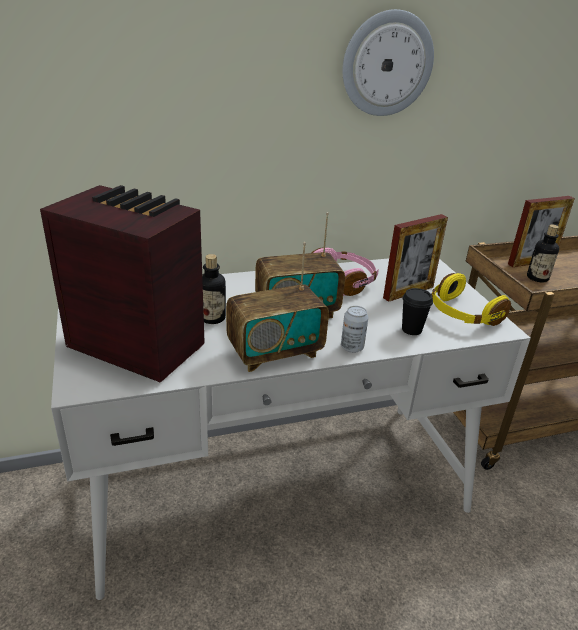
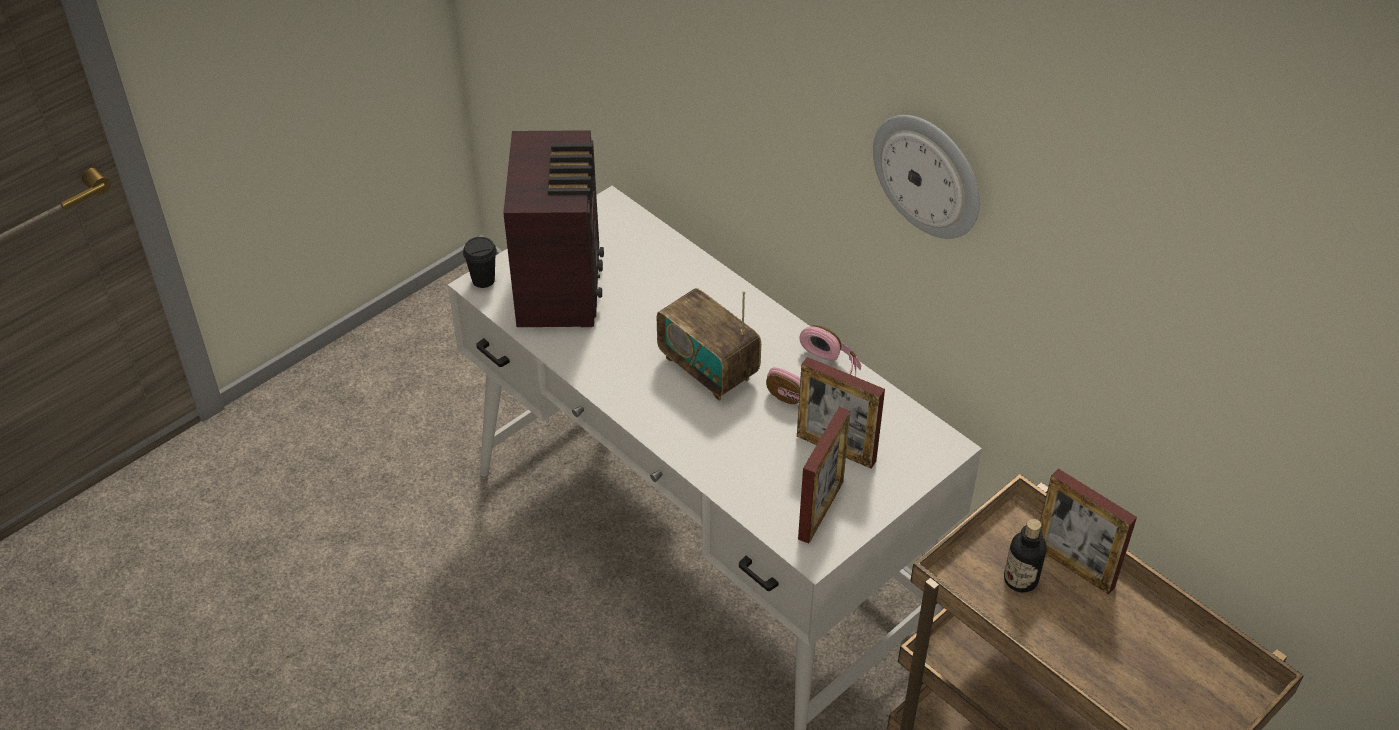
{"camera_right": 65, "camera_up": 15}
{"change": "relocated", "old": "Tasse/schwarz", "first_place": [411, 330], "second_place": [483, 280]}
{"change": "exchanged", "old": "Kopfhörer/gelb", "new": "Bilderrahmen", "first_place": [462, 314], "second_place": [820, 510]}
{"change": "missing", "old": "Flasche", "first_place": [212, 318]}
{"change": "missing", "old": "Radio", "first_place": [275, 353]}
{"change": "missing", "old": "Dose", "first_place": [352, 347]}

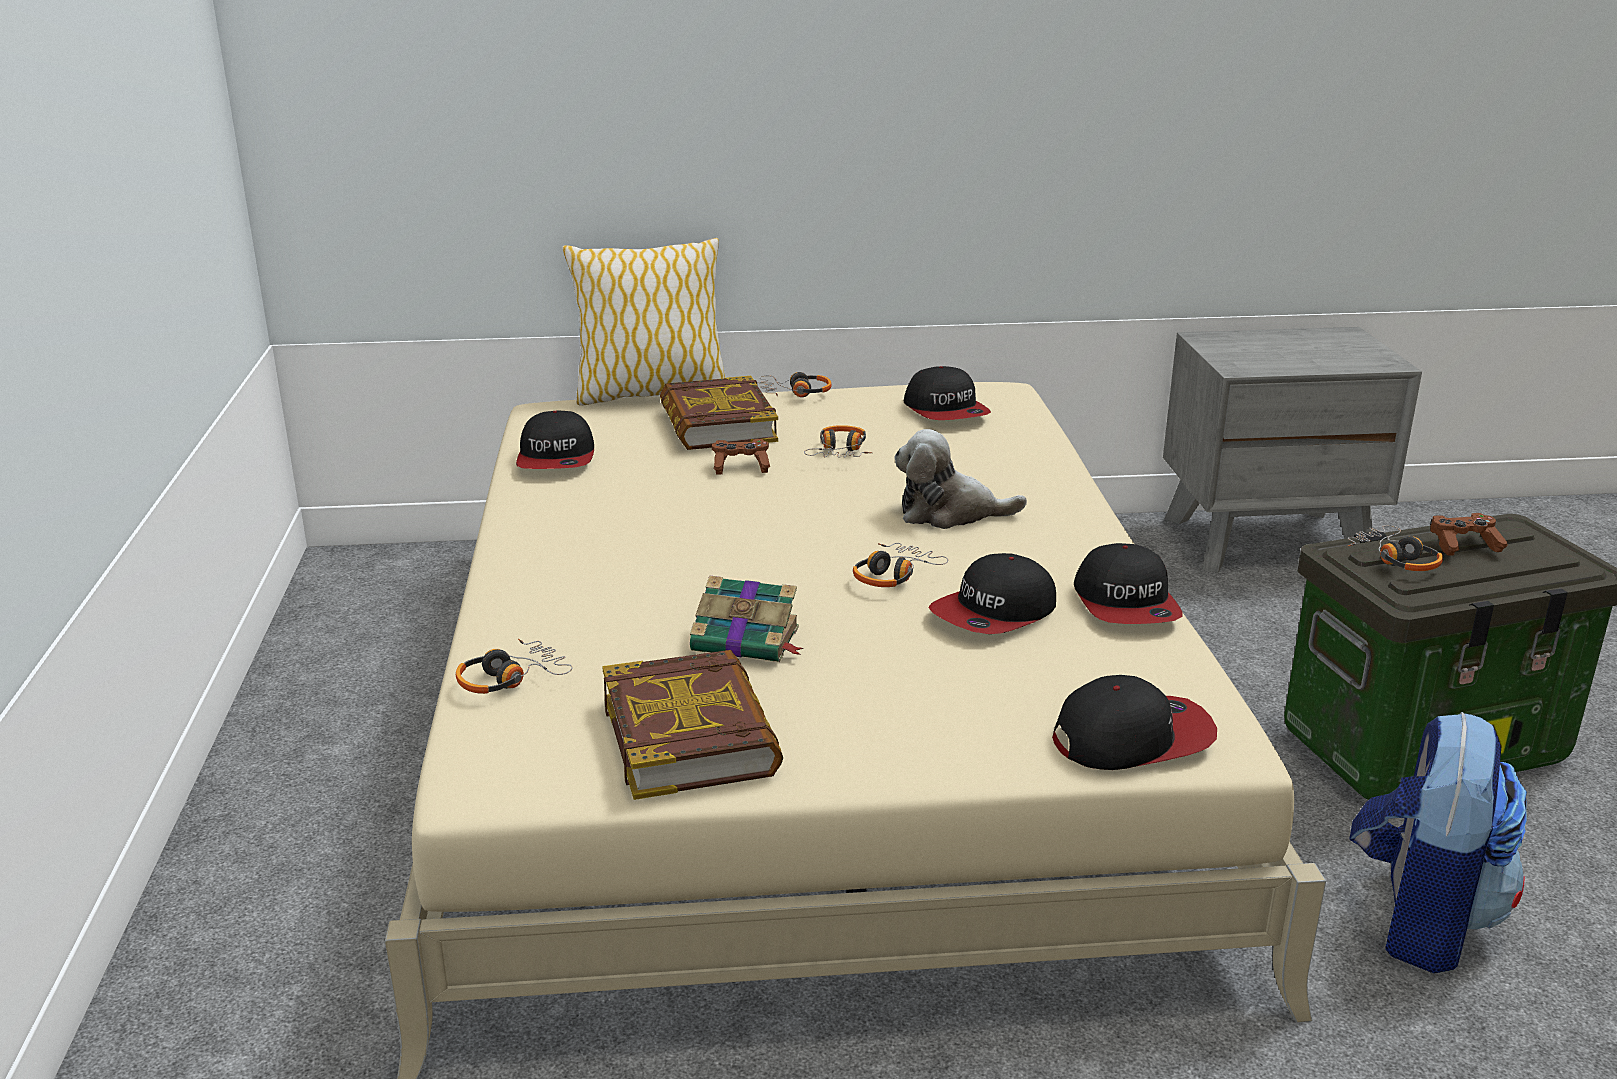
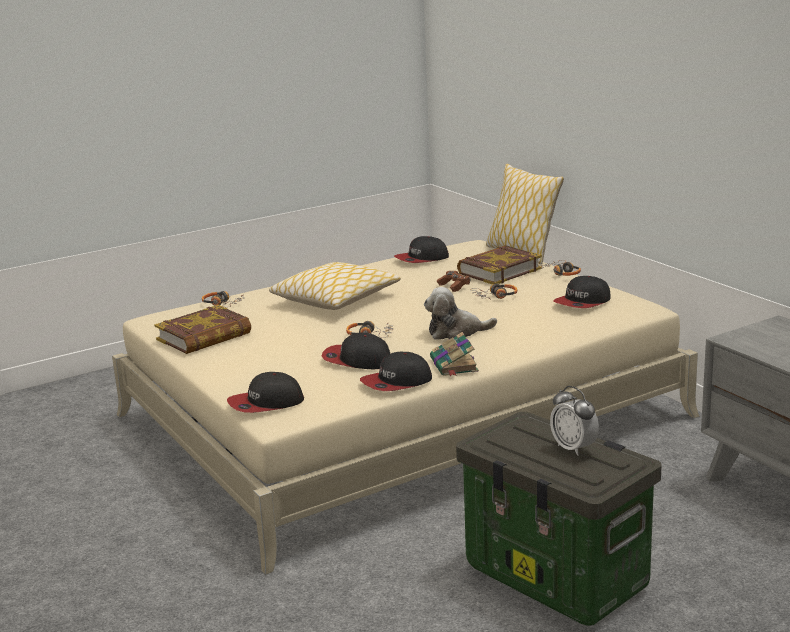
{"camera_right": 65, "camera_up": -5}
{"change": "spun", "old": "Kappe", "first_place": [1133, 738], "second_place": [265, 403], "degrees": 105}
{"change": "appeared", "new": "Kissen", "second_place": [335, 299]}
{"change": "spun", "old": "Plüschtier", "first_place": [949, 513], "second_place": [456, 332], "degrees": -75}
{"change": "relocated", "old": "Buch", "first_place": [747, 640], "second_place": [454, 365]}
{"change": "exchanged", "old": "Gamepad/braun", "new": "Wecker", "first_place": [1464, 545], "second_place": [573, 448]}
{"change": "missing", "old": "Kopfhörer", "first_place": [1394, 559]}
{"change": "missing", "old": "Rucksack", "first_place": [1420, 919]}

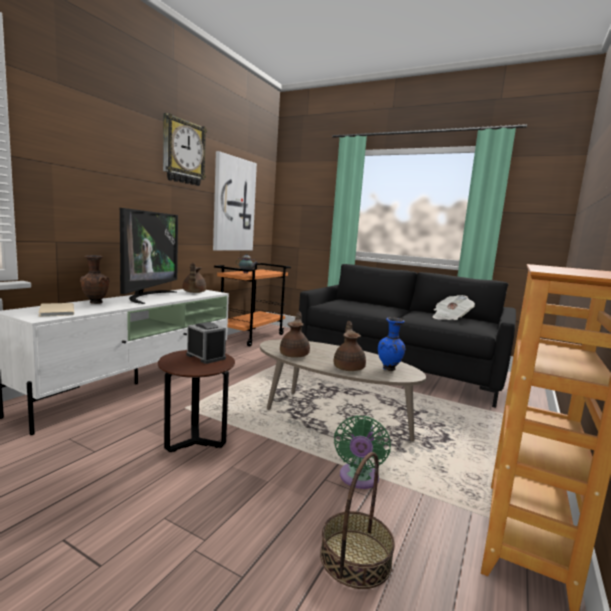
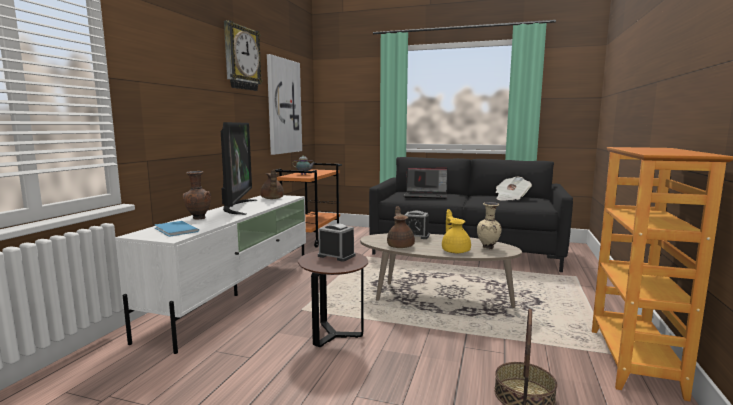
{"camera_right": -10, "camera_up": 0}
{"change": "colour", "old": "Buch/beige", "new": "Buch/blau", "first_place": [55, 311], "second_place": [175, 230]}
{"change": "appeared", "new": "Laptop", "second_place": [426, 195]}
{"change": "appeared", "new": "Wecker", "second_place": [415, 236]}
{"change": "colour", "old": "Teekanne/braun", "new": "Teekanne/gelb", "first_place": [349, 368], "second_place": [455, 251]}
{"change": "colour", "old": "Vase/blau", "new": "Vase/beige", "first_place": [389, 369], "second_place": [488, 248]}
{"change": "missing", "old": "Ventilator/grün", "first_place": [358, 479]}

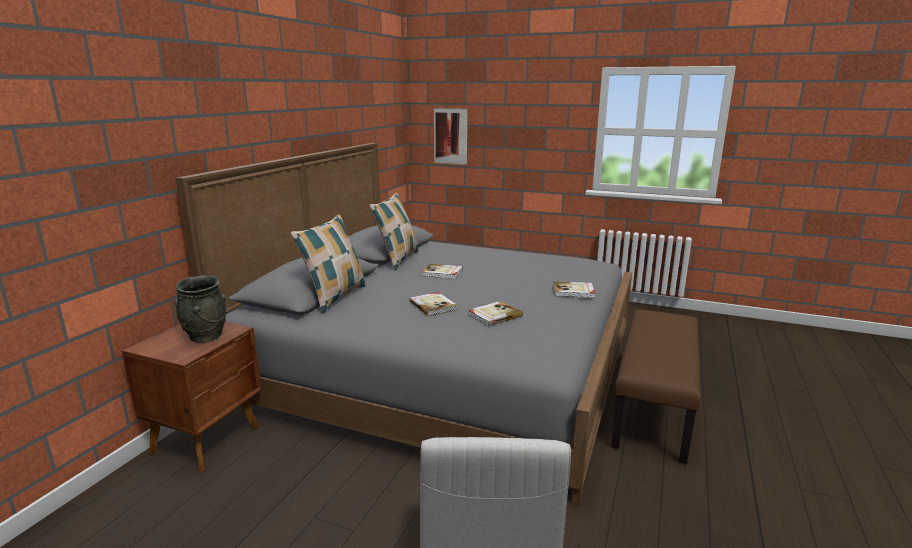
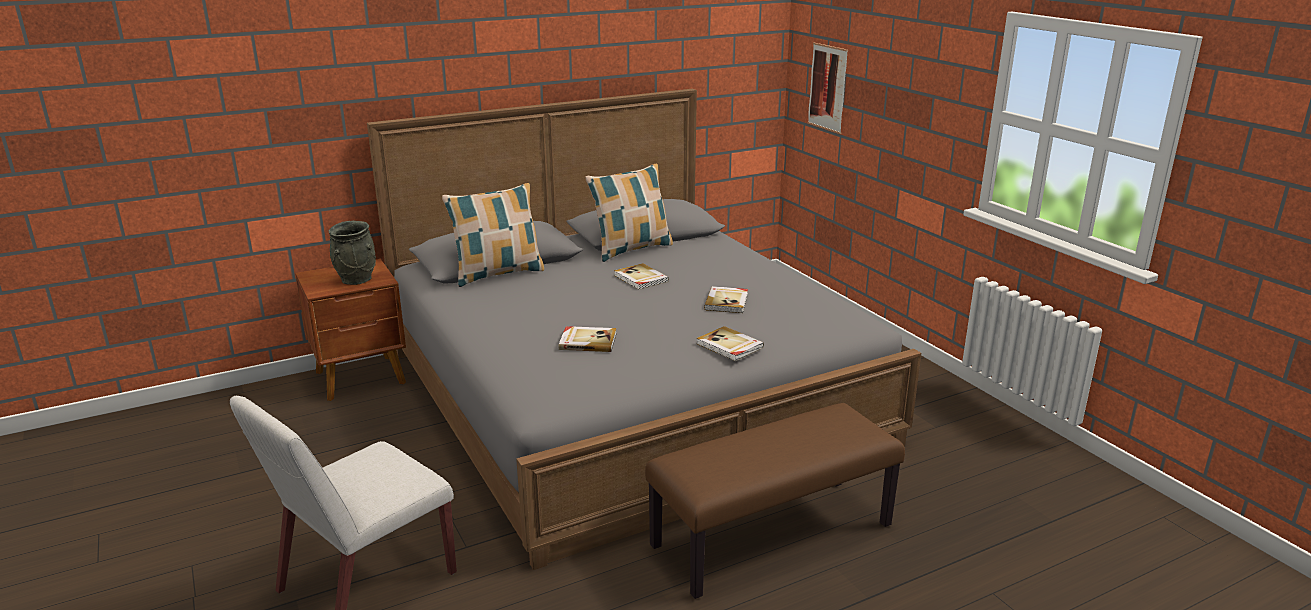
{"camera_right": 40, "camera_up": 5}
{"change": "relocated", "old": "Buch", "first_place": [433, 305], "second_place": [727, 302]}

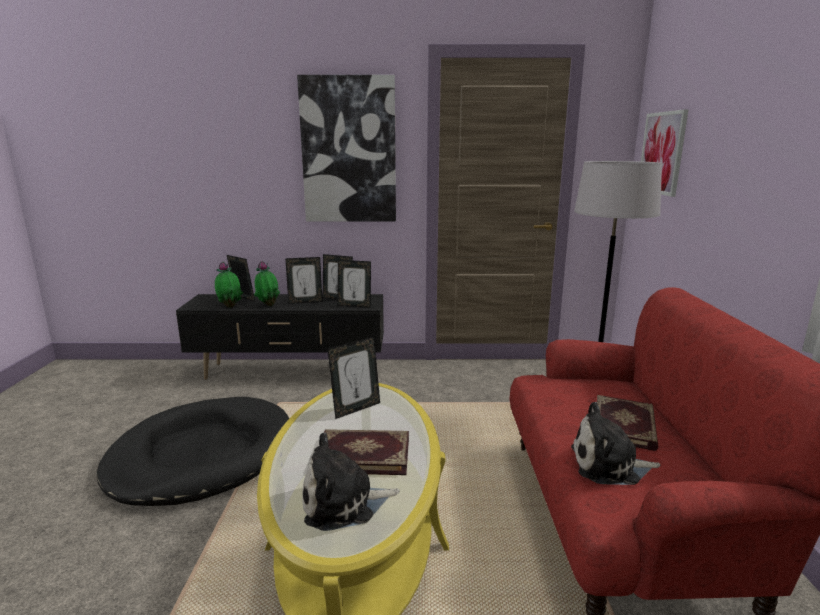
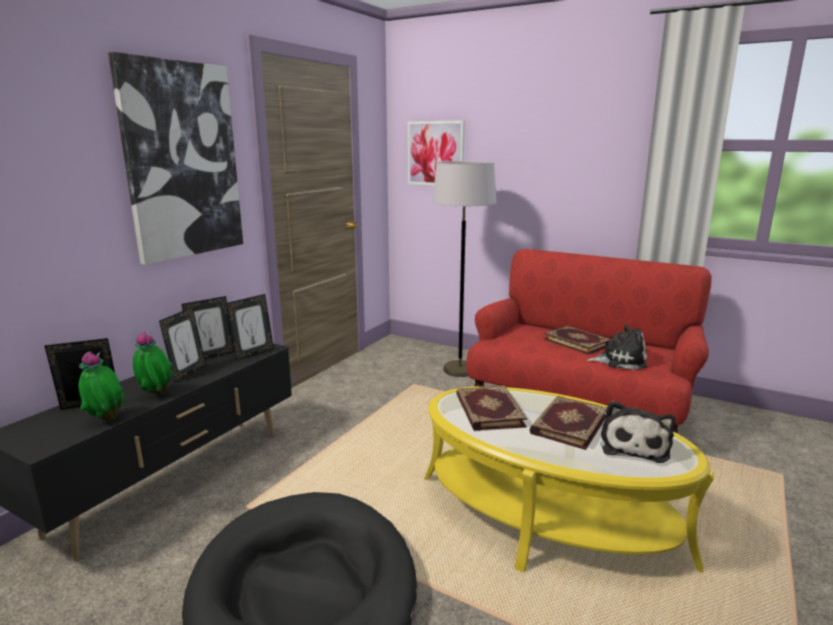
{"camera_right": -60, "camera_up": 0}
{"change": "exchanged", "old": "Bilderrahmen", "new": "Buch", "first_place": [356, 409], "second_place": [488, 411]}
{"change": "spun", "old": "Plüschtier", "first_place": [609, 465], "second_place": [620, 360], "degrees": -120}

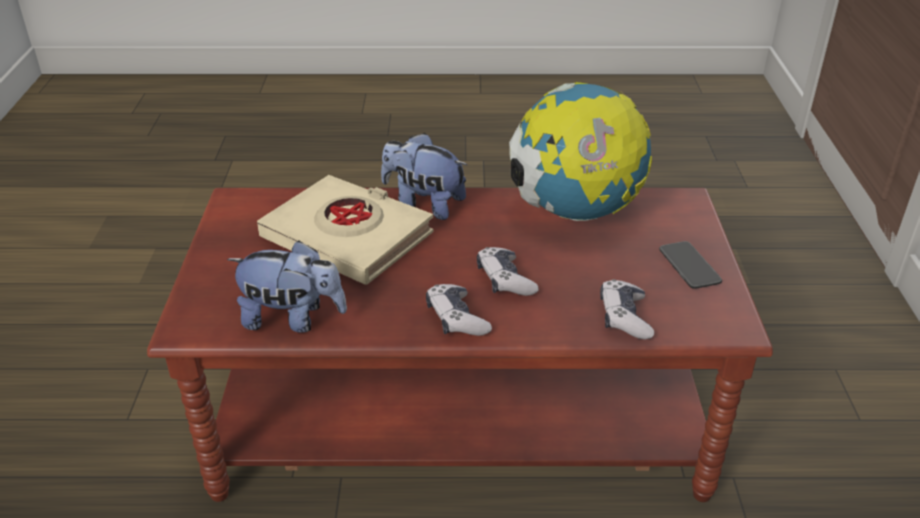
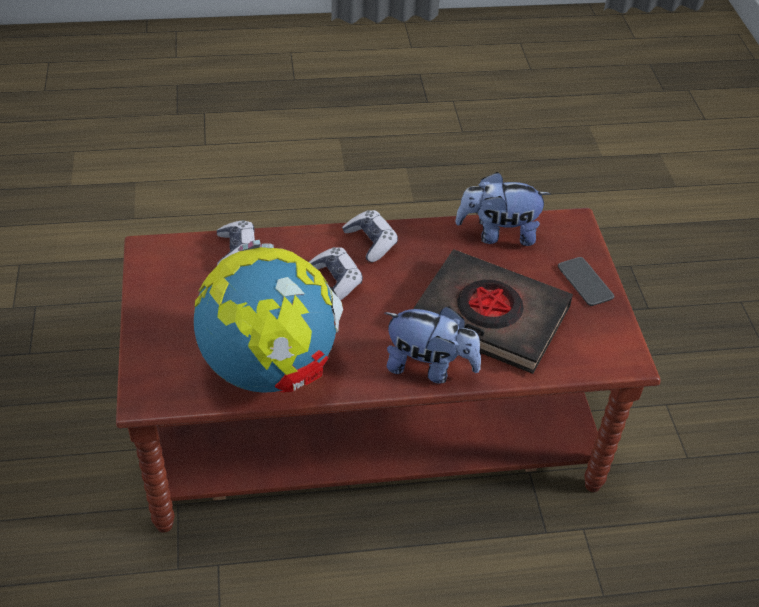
{"camera_right": 170, "camera_up": 10}
{"change": "colour", "old": "Buch/beige", "new": "Buch/schwarz", "first_place": [348, 237], "second_place": [489, 318]}
{"change": "relocated", "old": "Handy", "first_place": [689, 266], "second_place": [585, 282]}

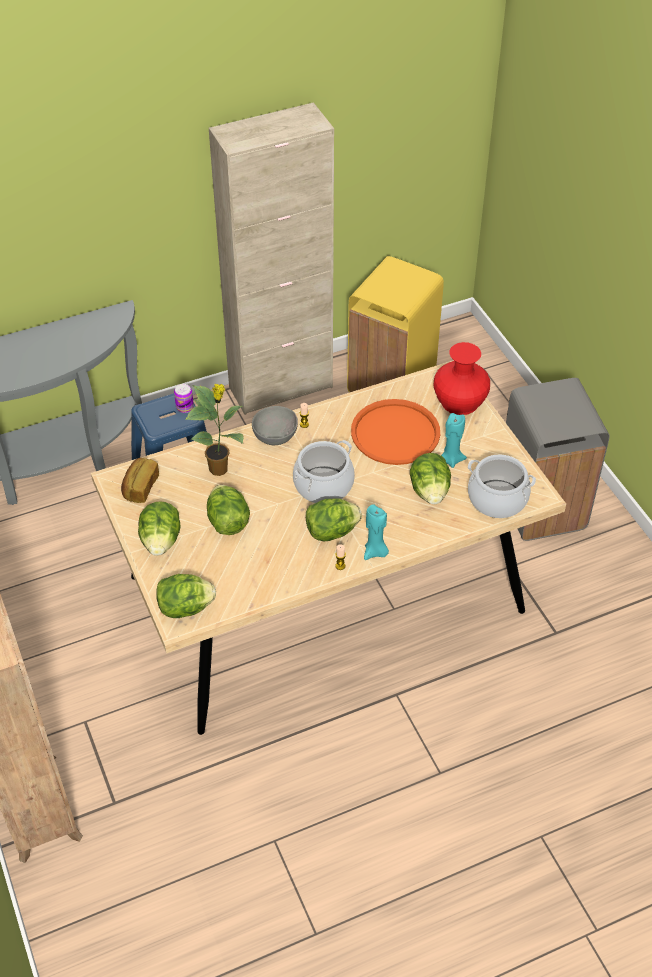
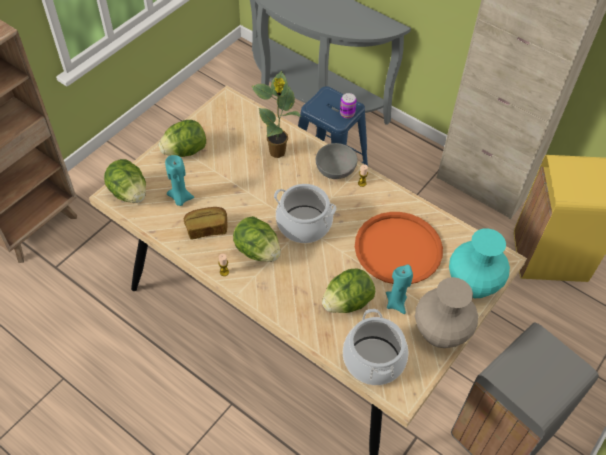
{"camera_right": 60, "camera_up": 5}
{"change": "relocated", "old": "Kerze/türkis", "first_place": [375, 552], "second_place": [180, 198]}
{"change": "relocated", "old": "Brot", "first_place": [140, 488], "second_place": [206, 228]}
{"change": "appeared", "new": "Vase/beige", "second_place": [441, 329]}
{"change": "colour", "old": "Vase/rot", "new": "Vase/türkis", "first_place": [460, 401], "second_place": [473, 281]}
{"change": "missing", "old": "Salatkopf", "first_place": [228, 522]}

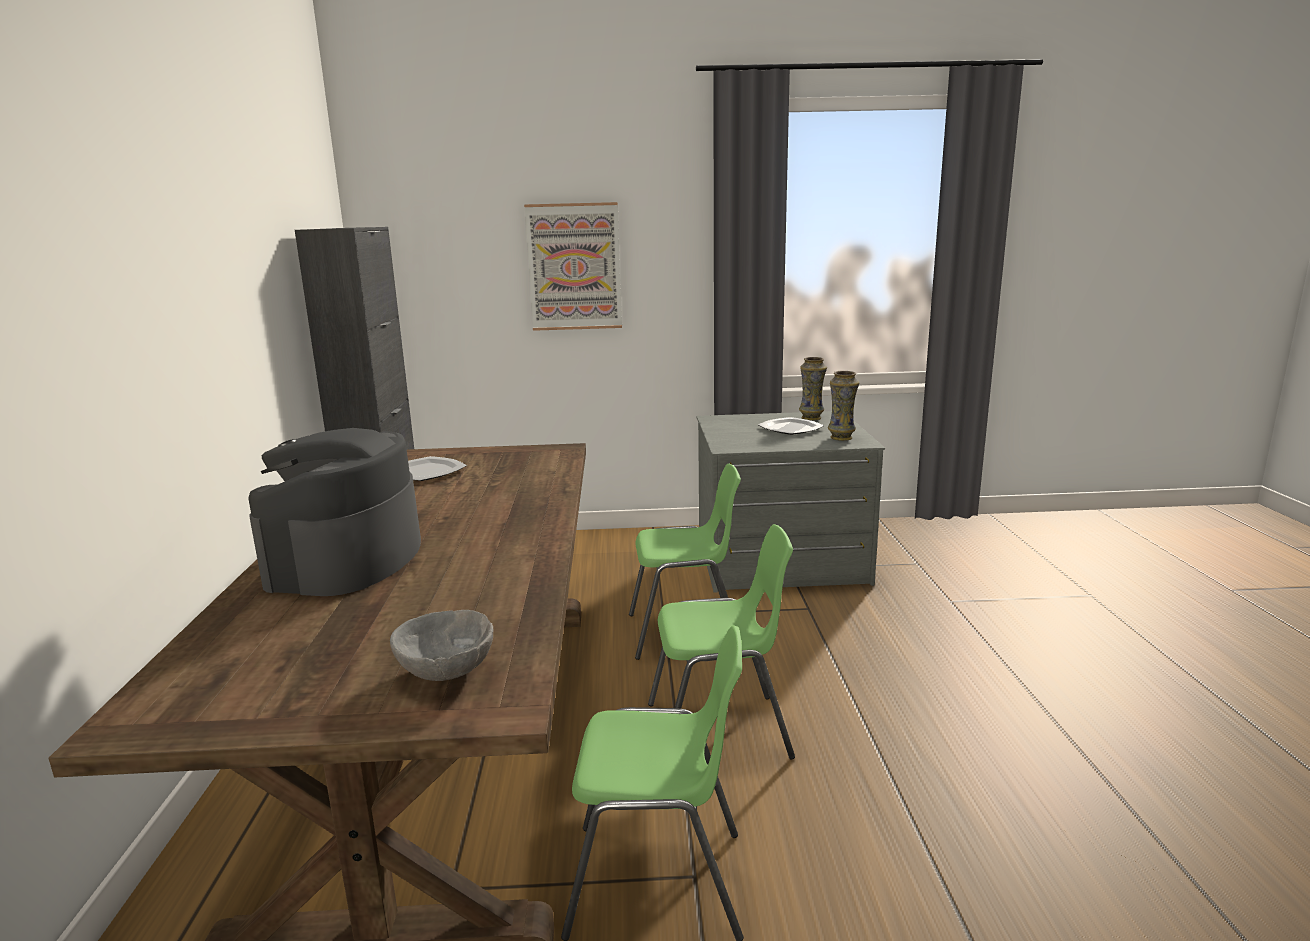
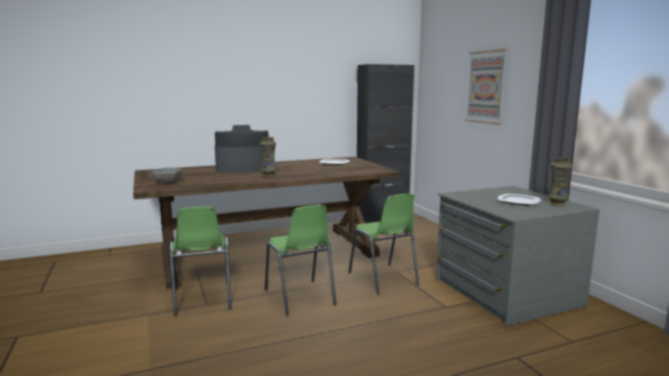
{"camera_right": 70, "camera_up": -5}
{"change": "relocated", "old": "Vase", "first_place": [841, 438], "second_place": [268, 175]}

